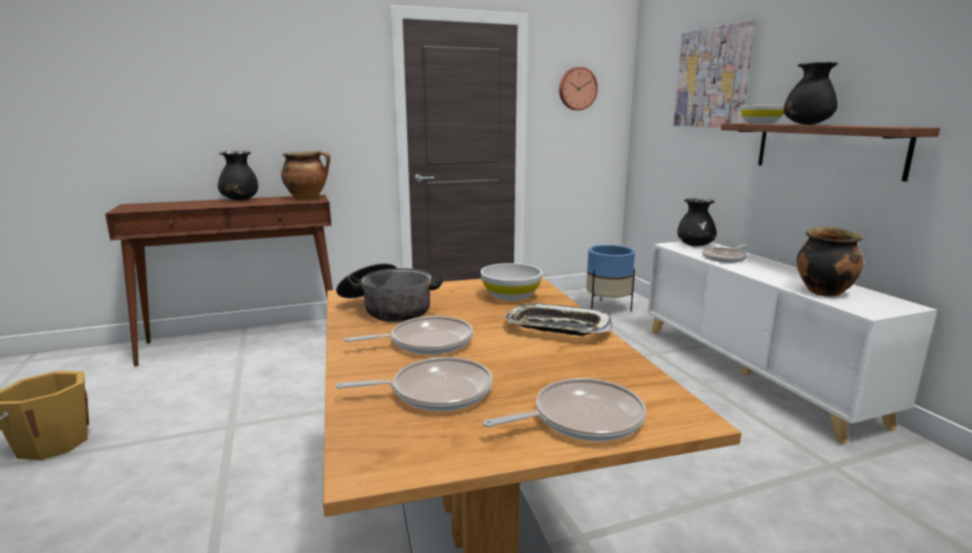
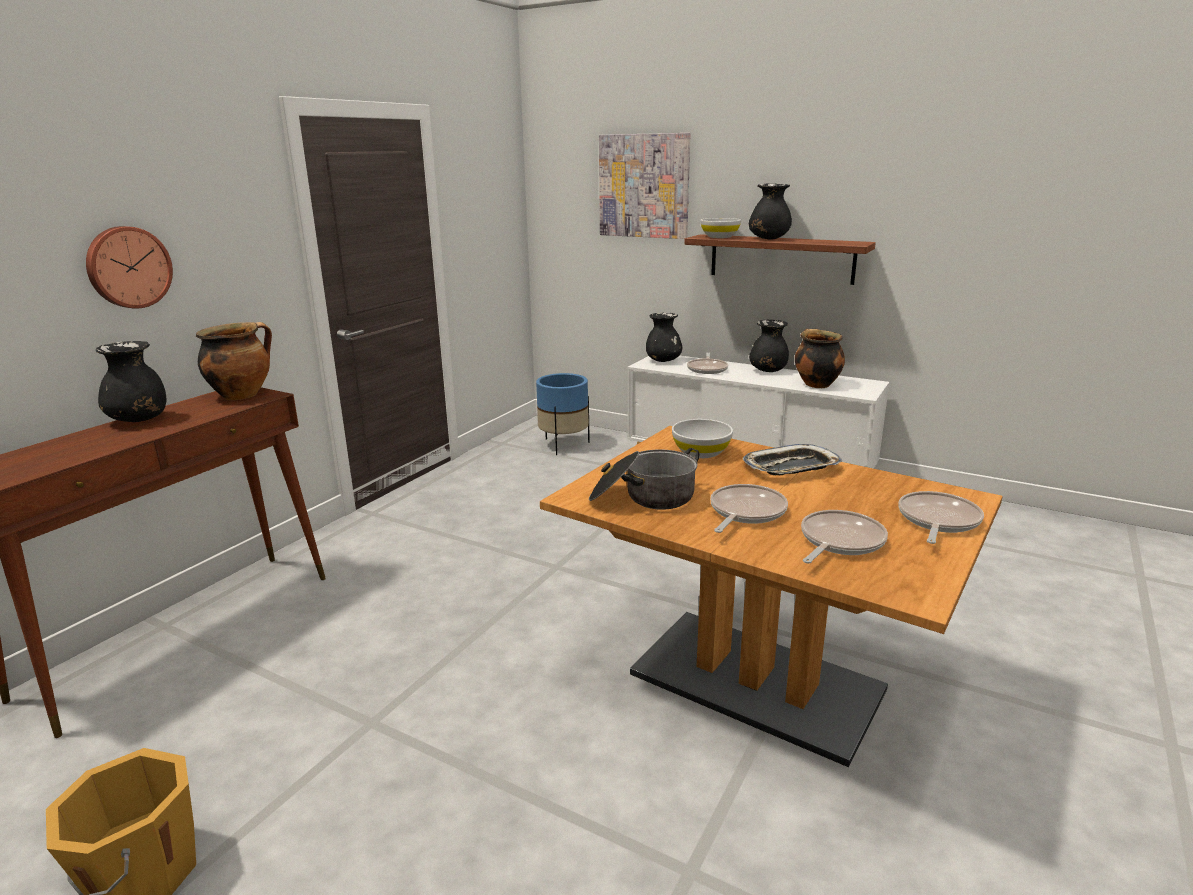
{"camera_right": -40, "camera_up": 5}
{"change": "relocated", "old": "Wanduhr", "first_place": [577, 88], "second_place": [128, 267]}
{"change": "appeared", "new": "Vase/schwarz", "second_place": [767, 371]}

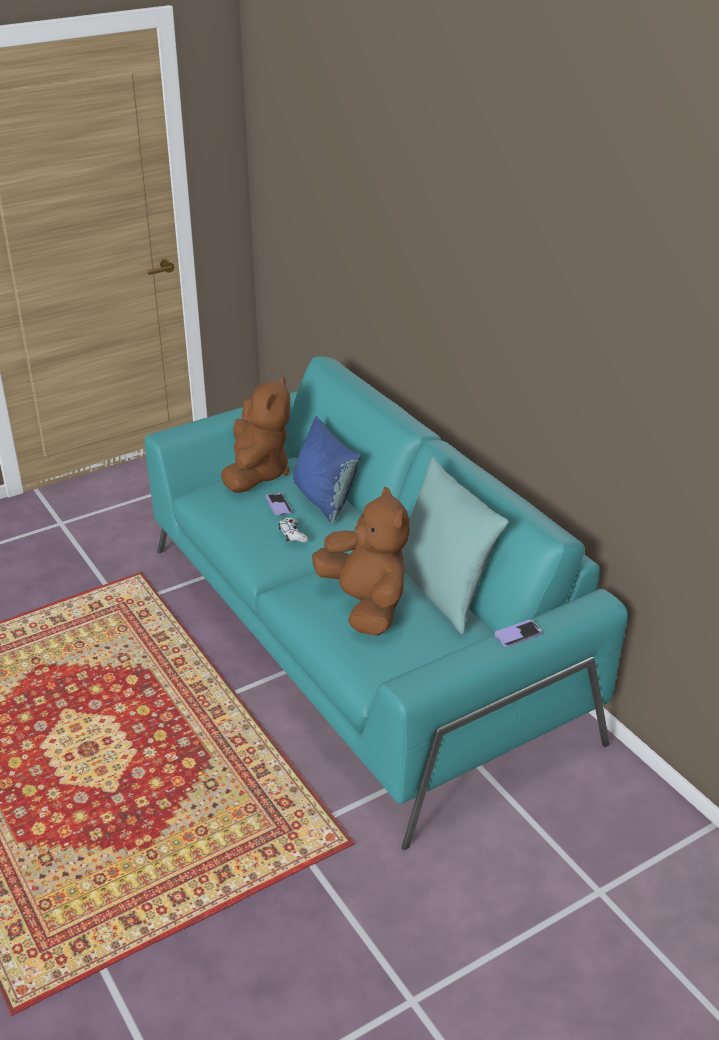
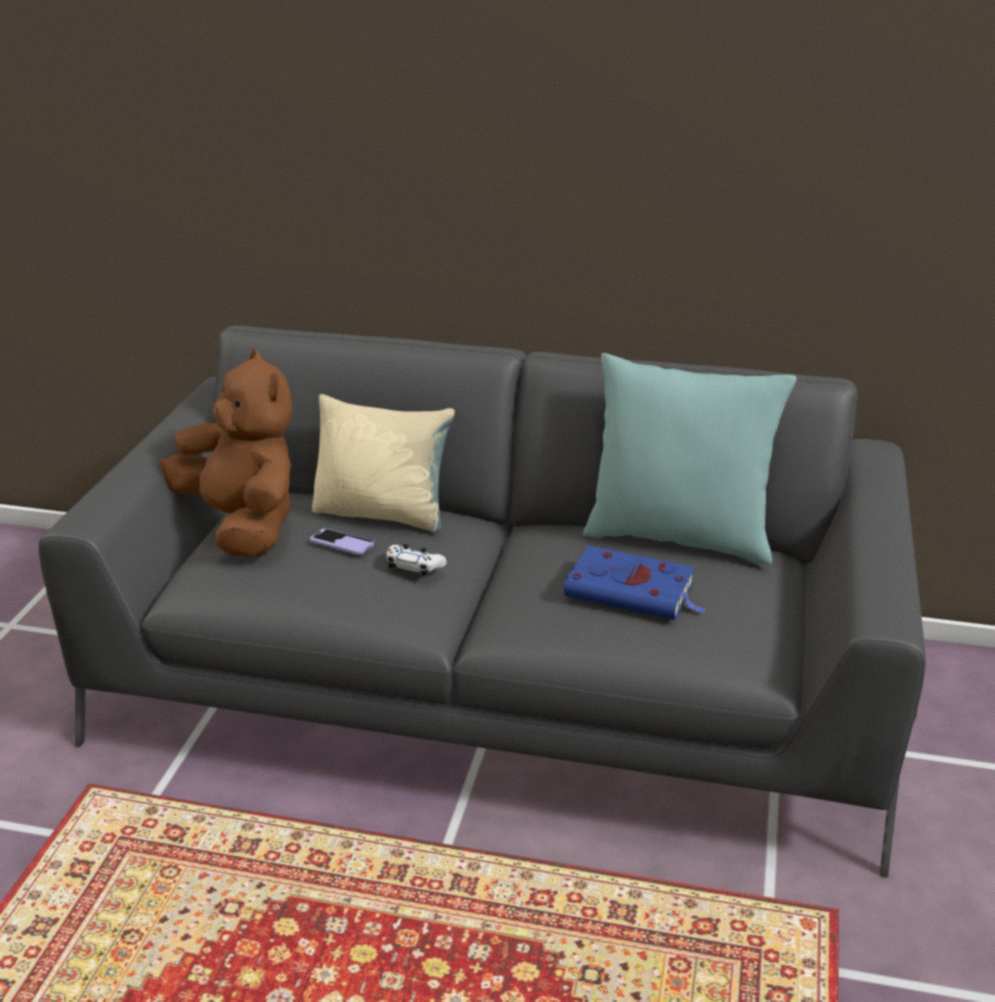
{"camera_right": -45, "camera_up": -5}
{"change": "colour", "old": "Sofa/türkis", "new": "Sofa/grau", "first_place": [360, 638], "second_place": [498, 691]}
{"change": "colour", "old": "Kissen/blau", "new": "Kissen/beige", "first_place": [324, 500], "second_place": [383, 513]}
{"change": "exchanged", "old": "Plüschtier/braun", "new": "Buch/blau", "first_place": [366, 605], "second_place": [633, 591]}
{"change": "missing", "old": "Handy", "first_place": [518, 634]}

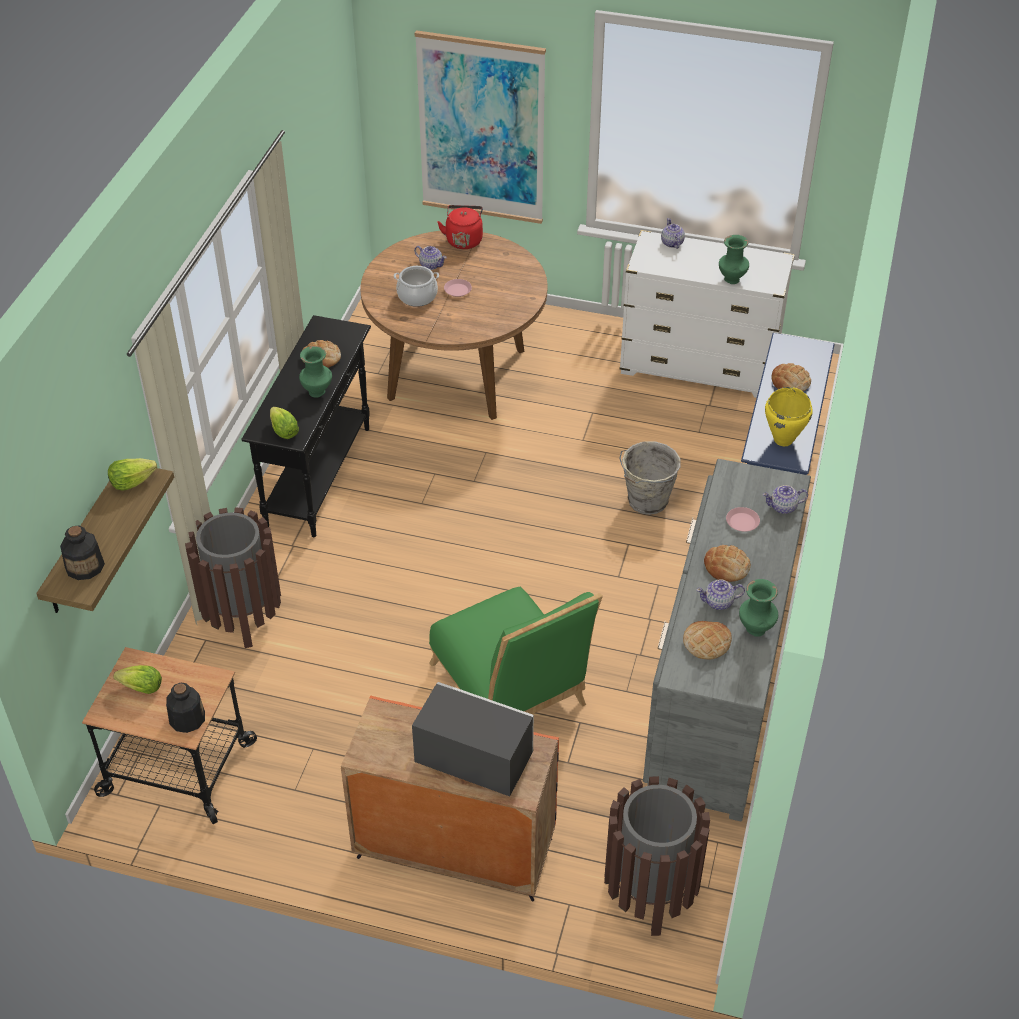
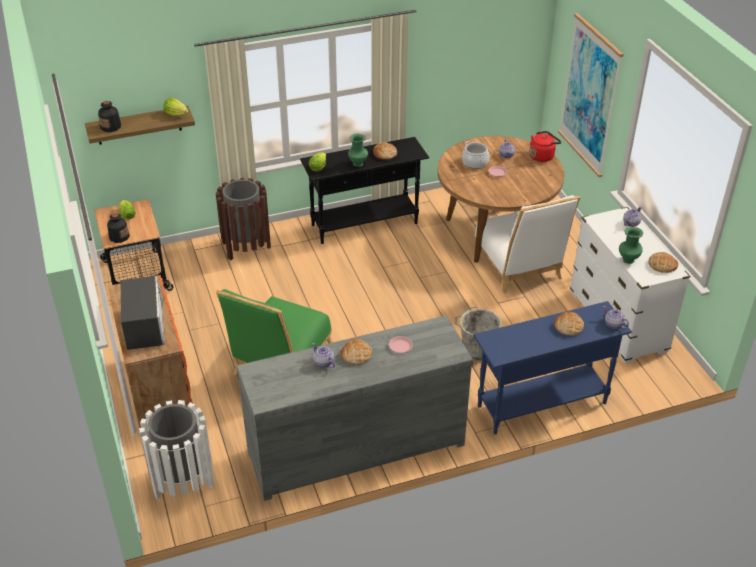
{"camera_right": 55, "camera_up": -5}
{"change": "colour", "old": "Mülleimer/braun", "new": "Mülleimer/weiß", "first_place": [650, 892], "second_place": [183, 482]}
{"change": "appeared", "new": "Stuhl/weiß", "second_place": [519, 268]}
{"change": "relocated", "old": "Teekanne", "first_place": [783, 507], "second_place": [613, 324]}
{"change": "relocated", "old": "Brot", "first_place": [706, 642], "second_place": [662, 265]}
{"change": "missing", "old": "Vase/grün", "first_place": [756, 630]}
{"change": "missing", "old": "Kochtopf/gelb", "first_place": [783, 440]}

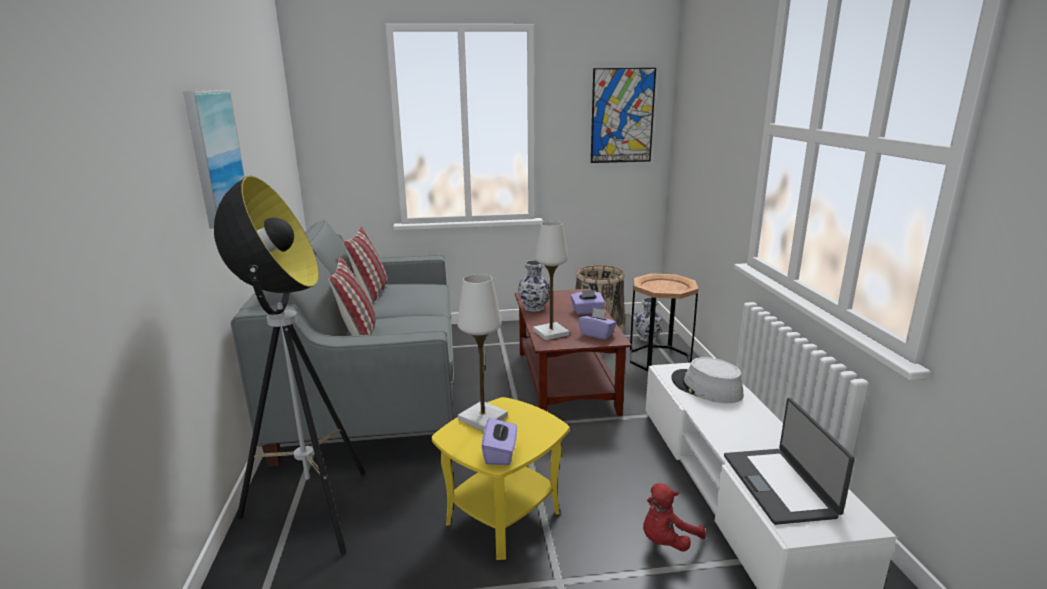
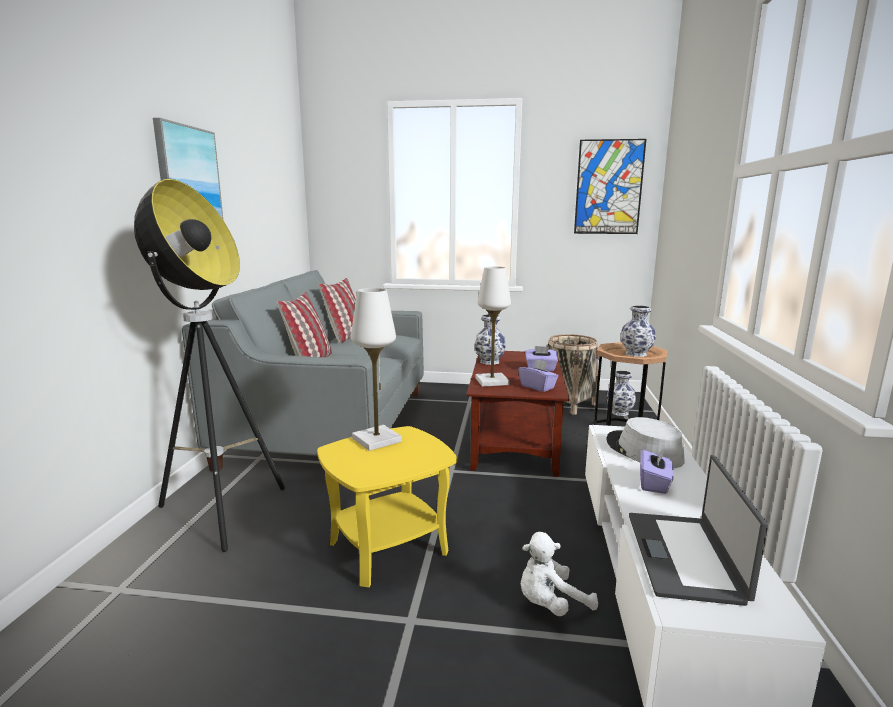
{"camera_right": 15, "camera_up": -5}
{"change": "colour", "old": "Plüschtier/rot", "new": "Plüschtier/weiß", "first_place": [667, 541], "second_place": [550, 604]}
{"change": "appeared", "new": "Vase", "second_place": [636, 354]}
{"change": "relocated", "old": "Taschentuchbox/lila", "first_place": [500, 454], "second_place": [654, 484]}

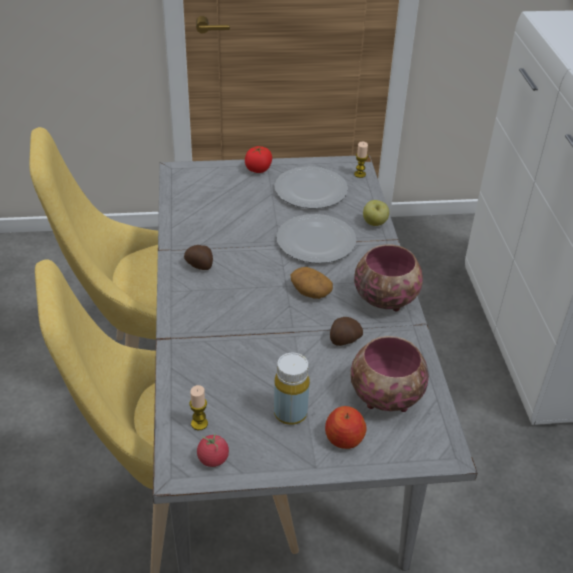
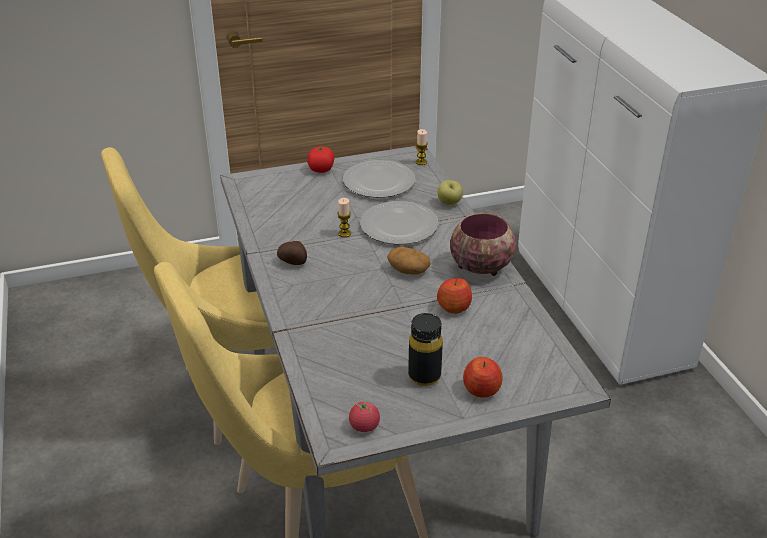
{"camera_right": -10, "camera_up": -5}
{"change": "relocated", "old": "Kerze", "first_place": [199, 423], "second_place": [344, 233]}
{"change": "colour", "old": "Flasche/gelb", "new": "Flasche/schwarz", "first_place": [290, 413], "second_place": [424, 376]}
{"change": "exchanged", "old": "Kartoffel", "new": "Apfel", "first_place": [344, 340], "second_place": [454, 307]}
{"change": "missing", "old": "Schüssel", "first_place": [384, 398]}

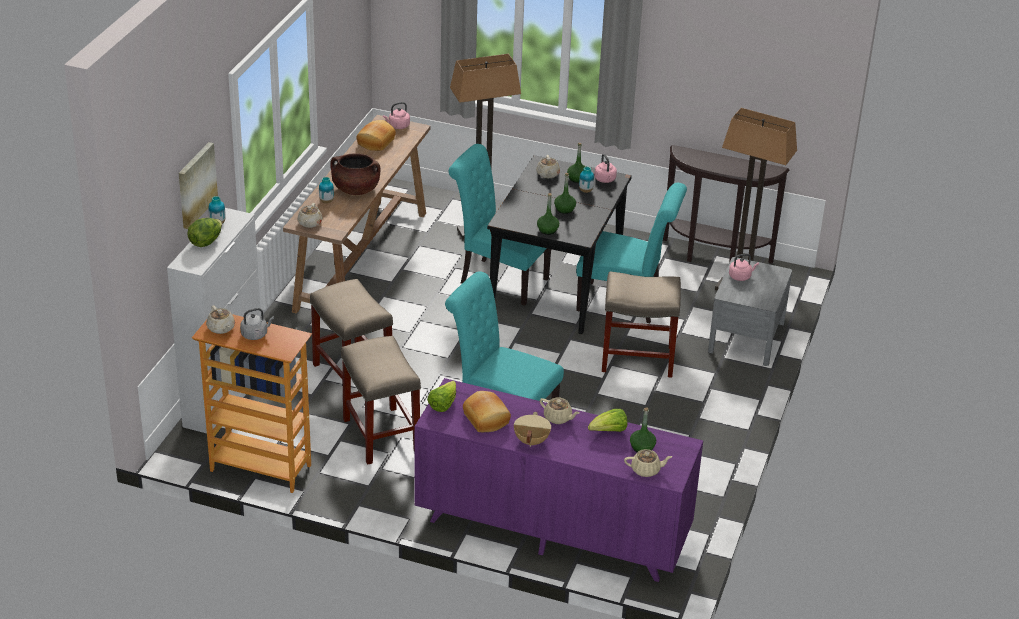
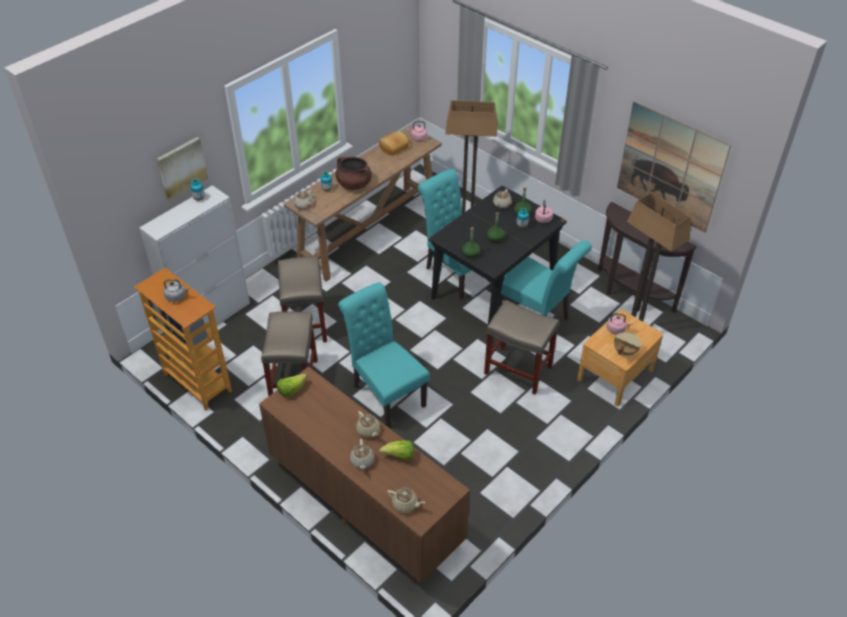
{"camera_right": 25, "camera_up": 10}
{"change": "colour", "old": "Kommode/lila", "new": "Kommode/braun", "first_place": [552, 529], "second_place": [364, 503]}
{"change": "relocated", "old": "Teekanne/beige", "first_place": [221, 328], "second_place": [362, 461]}
{"change": "colour", "old": "Nachttisch/grau", "new": "Nachttisch/braun", "first_place": [746, 337], "second_place": [615, 375]}
{"change": "relocated", "old": "Kochtopf/beige", "first_place": [530, 441], "second_place": [624, 351]}
{"change": "appeared", "new": "Bild", "second_place": [670, 167]}
{"change": "missing", "old": "Salatkopf", "first_place": [206, 242]}
{"change": "missing", "old": "Brot", "first_place": [487, 419]}
{"change": "missing", "old": "Flasche/grün", "first_place": [642, 447]}

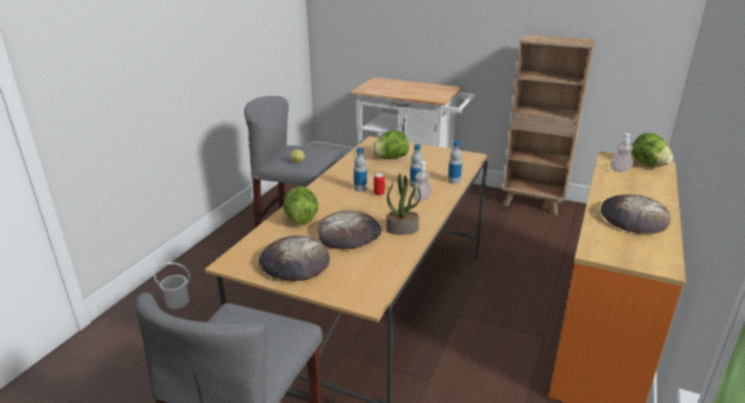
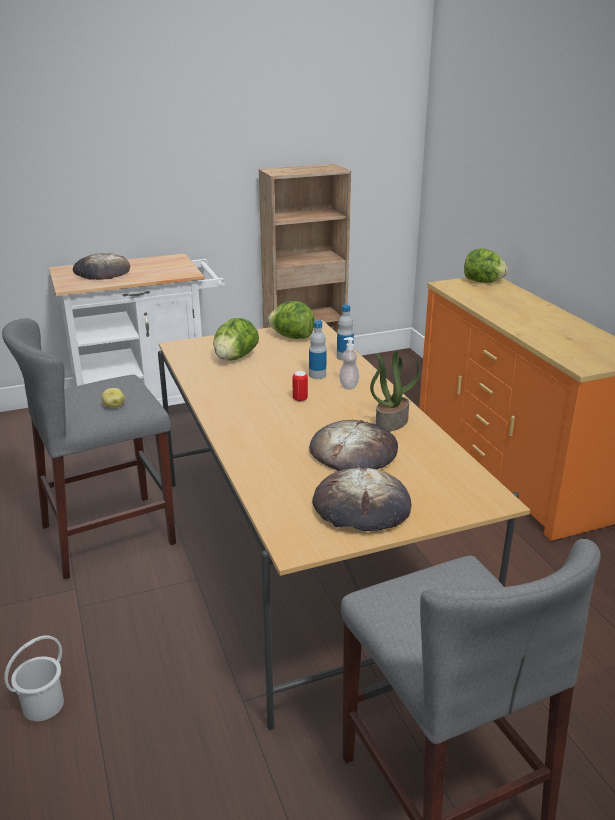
{"camera_right": -45, "camera_up": 0}
{"change": "relocated", "old": "Brot", "first_place": [633, 218], "second_place": [102, 272]}
{"change": "relocated", "old": "Salatkopf", "first_place": [300, 219], "second_place": [292, 337]}
{"change": "missing", "old": "Flasche", "first_place": [360, 188]}
{"change": "missing", "old": "Seifenspender", "first_place": [619, 170]}

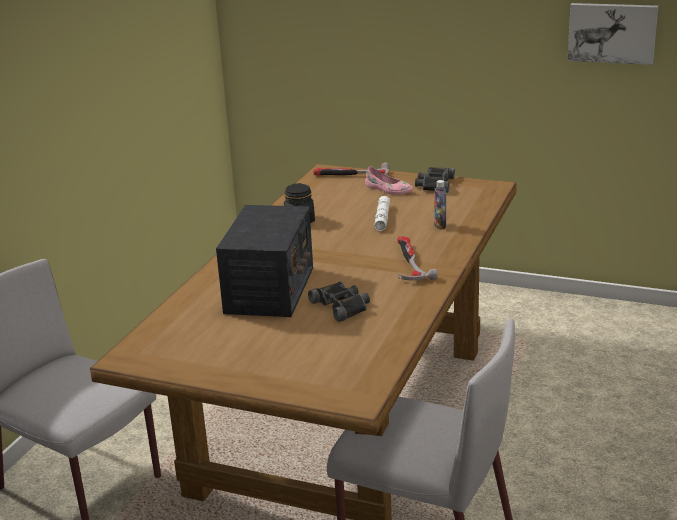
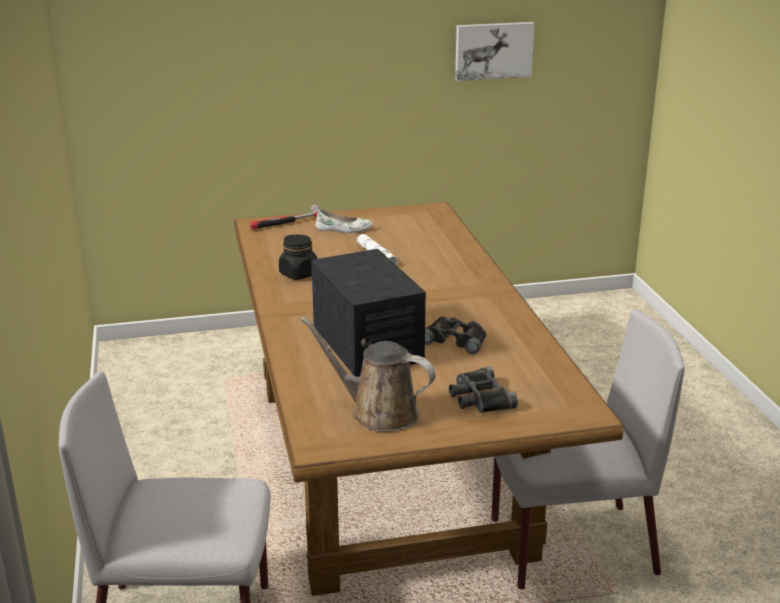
{"camera_right": -35, "camera_up": 0}
{"change": "appeared", "new": "Gießkanne/braun", "second_place": [378, 412]}
{"change": "colour", "old": "Schuh/rosa", "new": "Schuh/weiß", "first_place": [388, 190], "second_place": [344, 229]}
{"change": "relocated", "old": "Fernglas/schwarz", "first_place": [434, 184], "second_place": [480, 398]}
{"change": "missing", "old": "Hammer", "first_place": [409, 262]}
{"change": "missing", "old": "Flasche", "first_place": [440, 225]}

